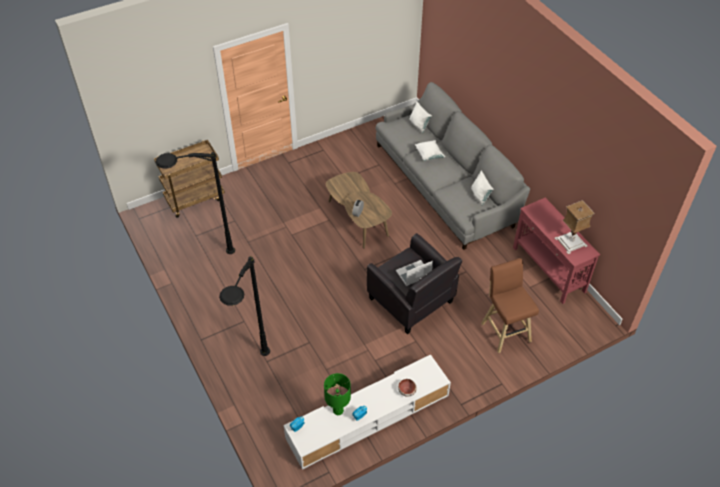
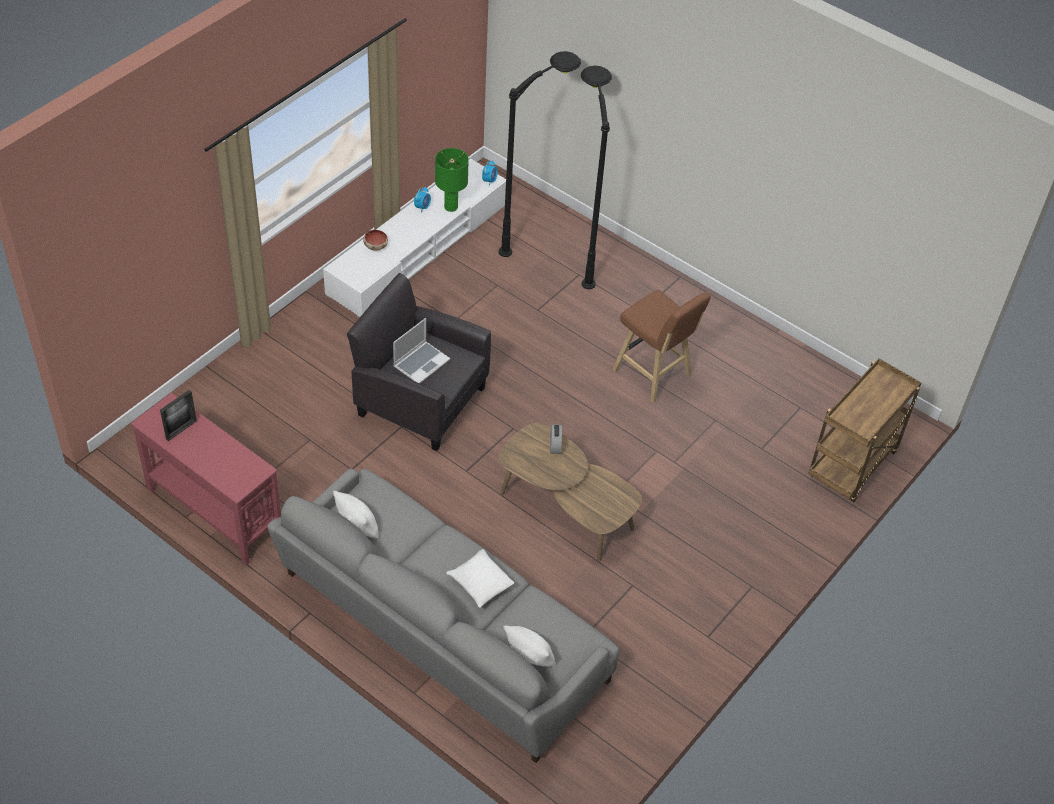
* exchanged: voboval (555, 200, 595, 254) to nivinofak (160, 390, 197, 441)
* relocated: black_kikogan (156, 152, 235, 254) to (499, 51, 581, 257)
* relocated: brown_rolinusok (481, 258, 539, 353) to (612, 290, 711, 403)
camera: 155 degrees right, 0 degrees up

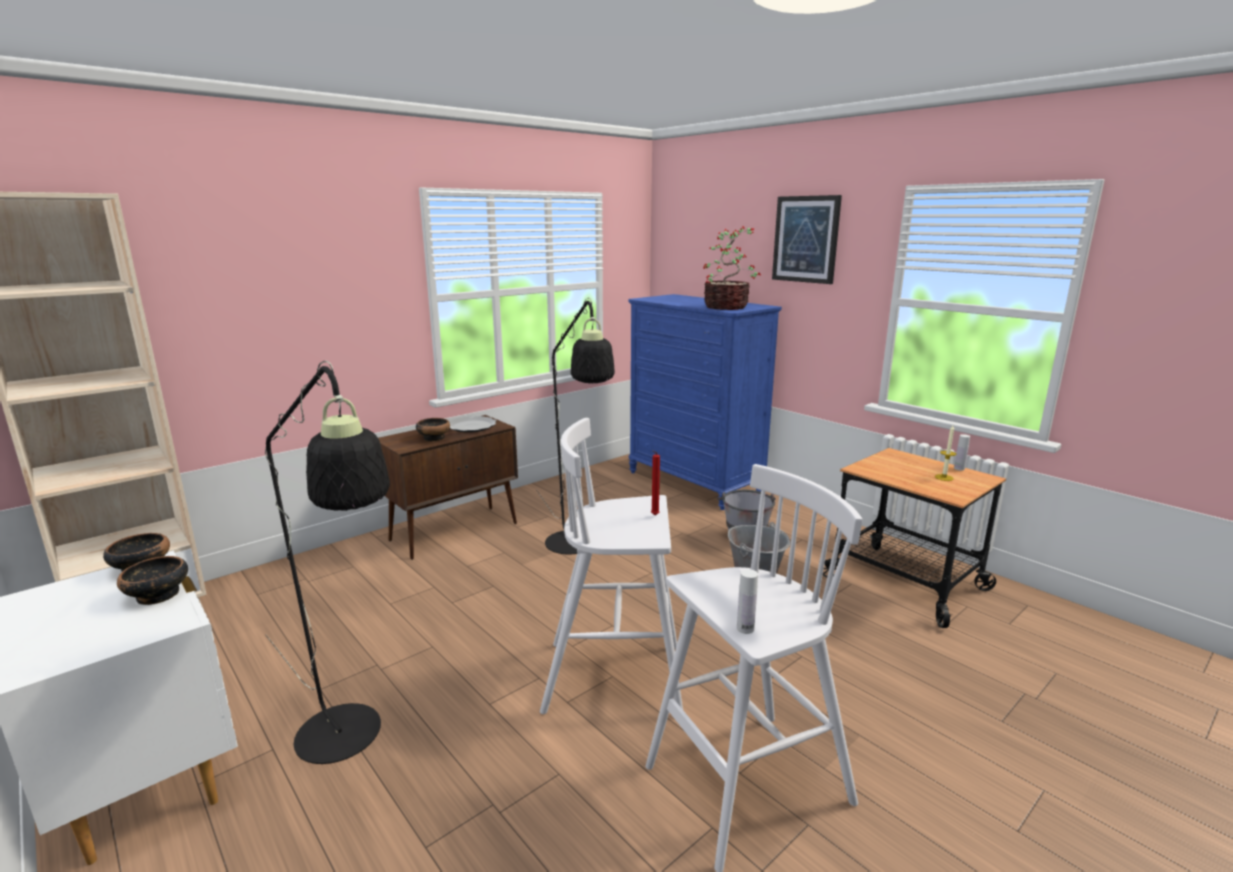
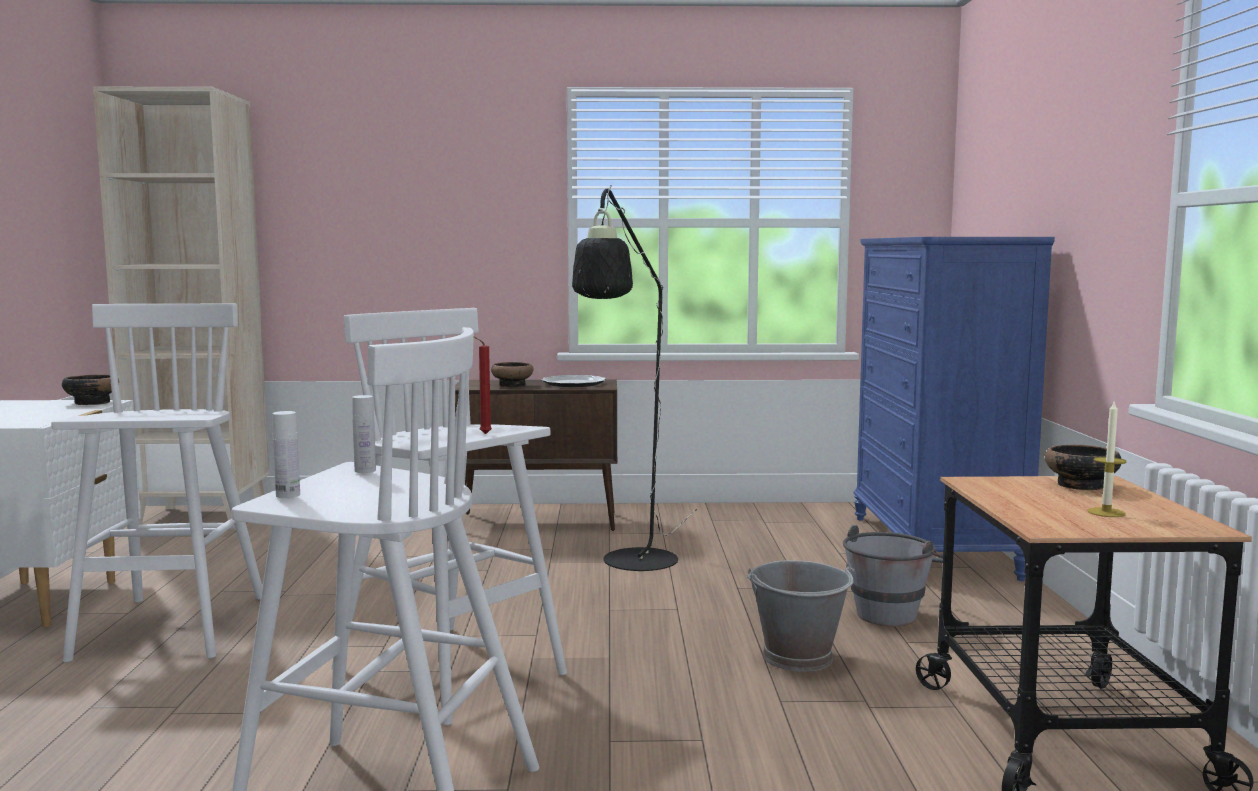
* exchanged: black_kikogan (265, 361, 390, 764) to white_rolinusok (51, 303, 262, 663)
* relocated: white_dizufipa (954, 434, 970, 471) to (352, 395, 376, 473)
* relocated: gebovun (117, 556, 188, 605) to (1045, 445, 1121, 490)
* missing: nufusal (703, 226, 761, 310)
* missing: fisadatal (772, 195, 842, 284)
camera: 40 degrees right, 10 degrees down

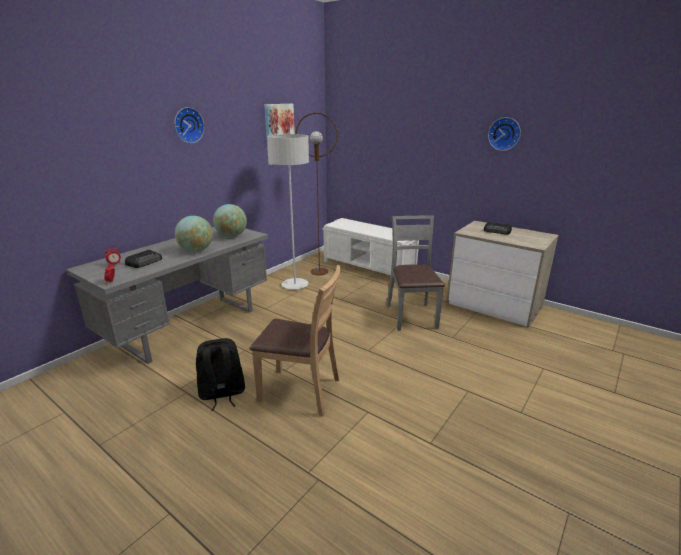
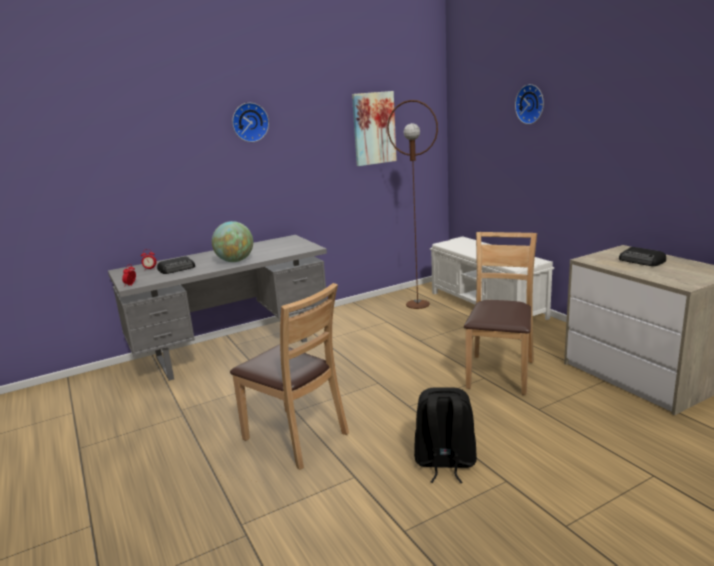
* relocated: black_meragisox (196, 338, 245, 411) to (414, 387, 477, 483)
* colour: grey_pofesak (386, 215, 445, 331) to brown_pofesak (464, 232, 537, 395)
* relocated: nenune (488, 117, 521, 151) to (515, 84, 544, 124)
* missing: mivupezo (213, 204, 247, 237)
* missing: grey_kikogan (267, 134, 309, 289)
camera: 25 degrees right, 5 degrees down

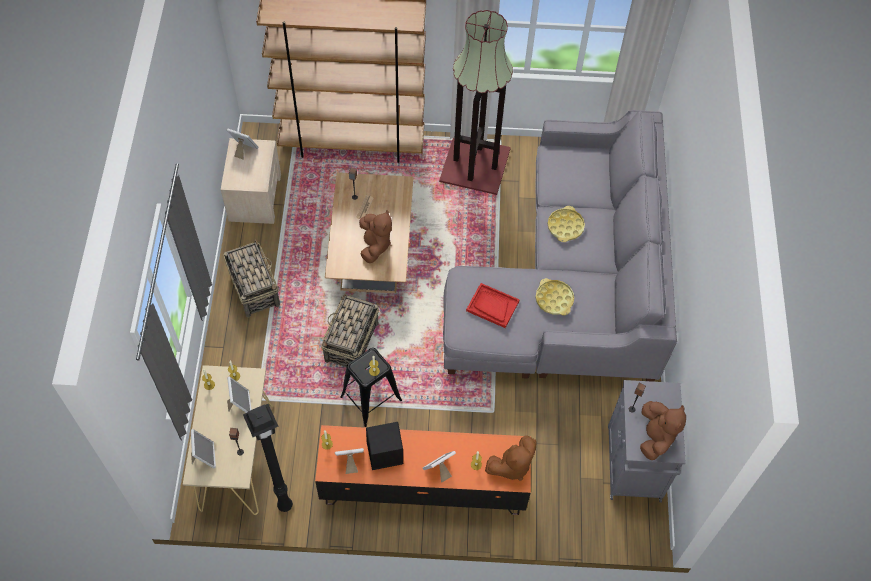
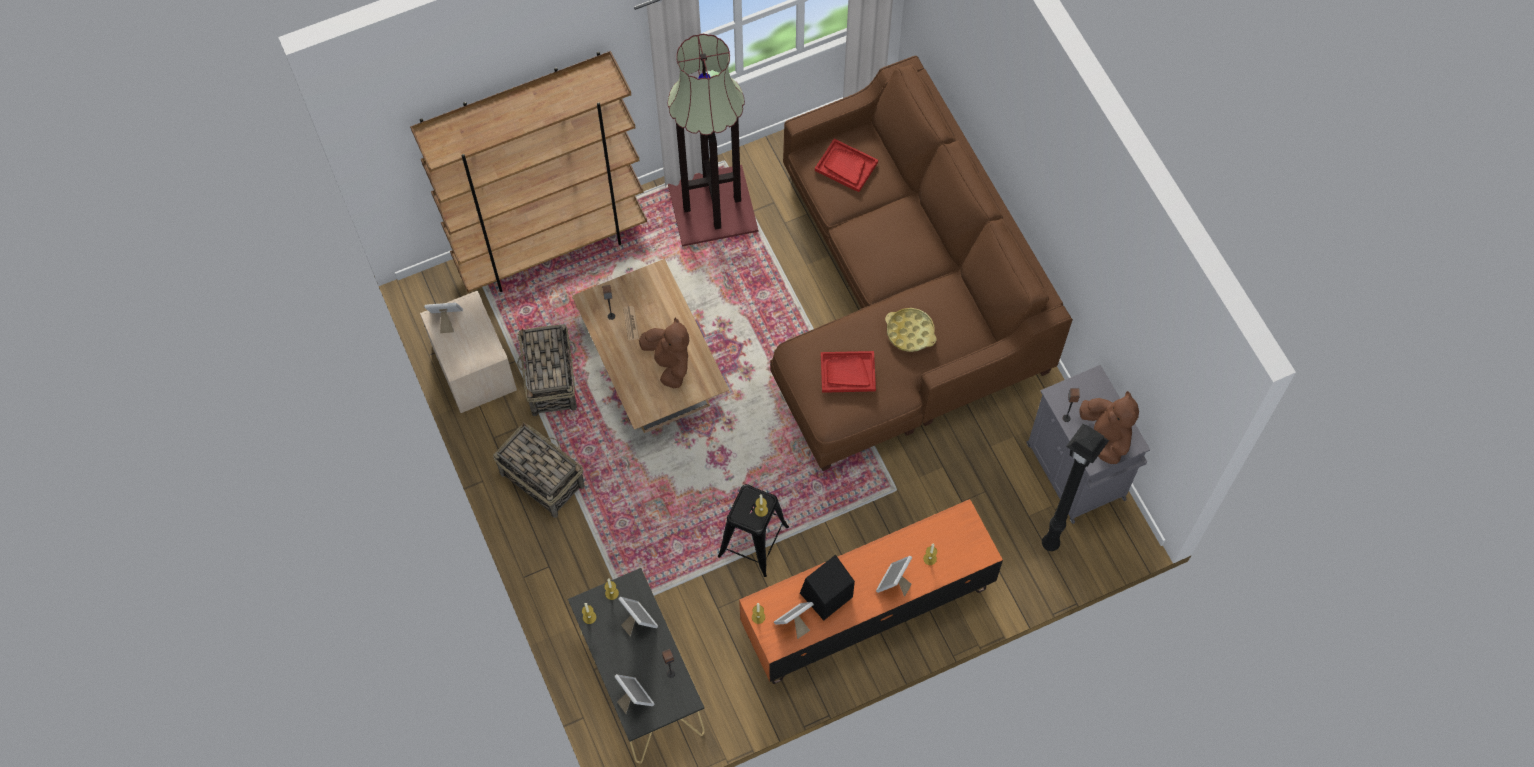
* relocated: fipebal (321, 294, 379, 367) to (517, 324, 577, 416)
* colour: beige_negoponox (183, 365, 273, 515) to black_negoponox (568, 568, 705, 763)
* colour: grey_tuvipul (443, 110, 677, 382) to brown_tuvipul (770, 56, 1073, 471)
* appeared: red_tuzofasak (815, 139, 878, 192)
* relocated: black_kikogan (243, 404, 293, 512) to (1042, 424, 1109, 551)
* missing: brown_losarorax (485, 436, 537, 481)
* missing: yellow_tuzofasak (548, 206, 585, 242)
camera: 25 degrees left, 5 degrees up

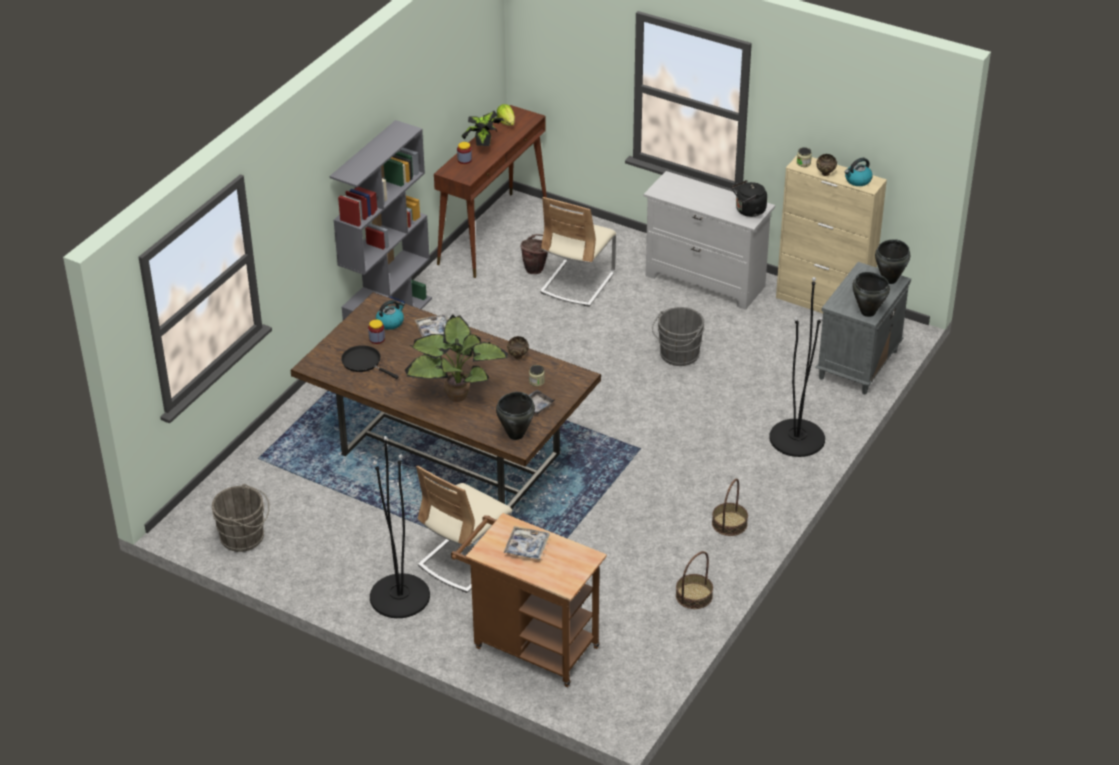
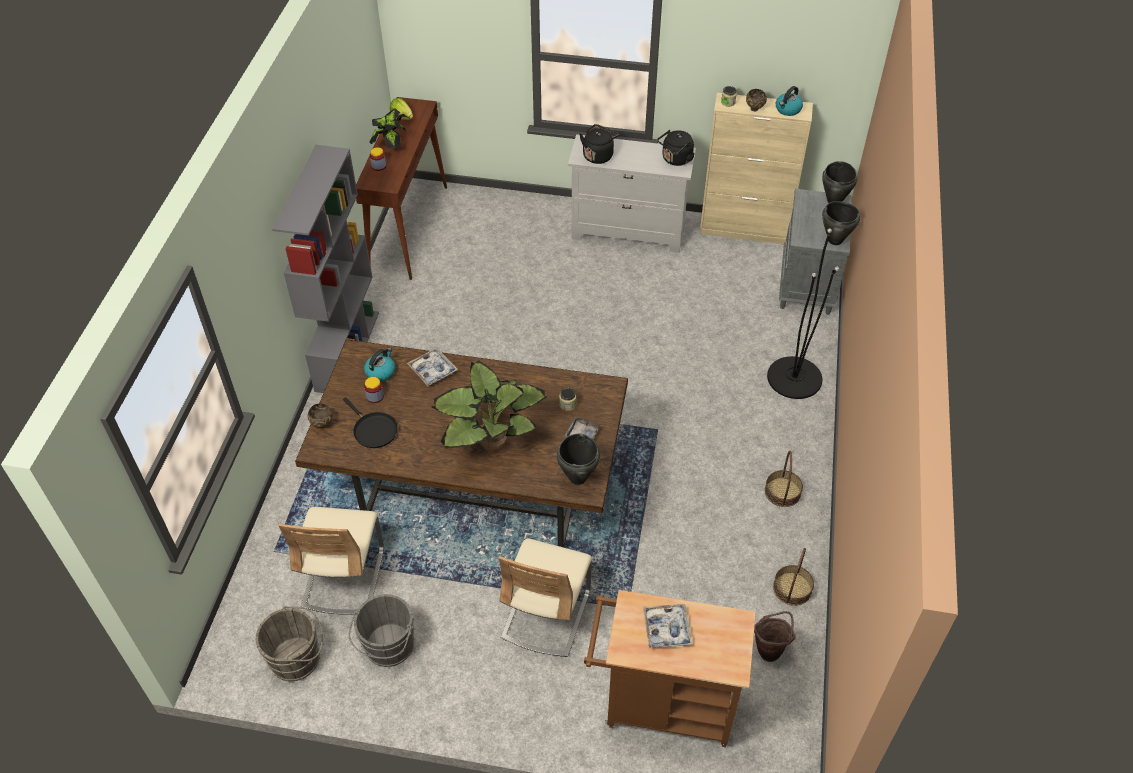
* relocated: beige_pofesak (540, 197, 616, 307) to (278, 507, 384, 615)
* relocated: brown_gebovun (507, 336, 529, 359) to (308, 403, 333, 428)
* spun: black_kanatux (341, 345, 399, 379) = (343, 397, 398, 448) 150 degrees counterclockwise
* relocated: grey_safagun (652, 307, 705, 366) to (349, 594, 414, 667)
* appeared: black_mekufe (579, 124, 619, 164)
* relocated: brown_safagun (521, 234, 548, 274) to (754, 611, 795, 662)
* missing: black_kikogan (370, 436, 430, 618)
camera: 20 degrees left, 10 degrees up

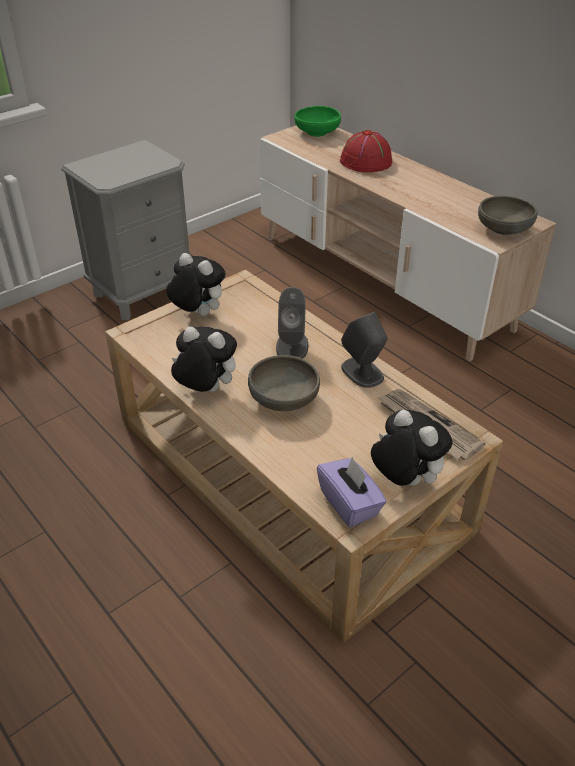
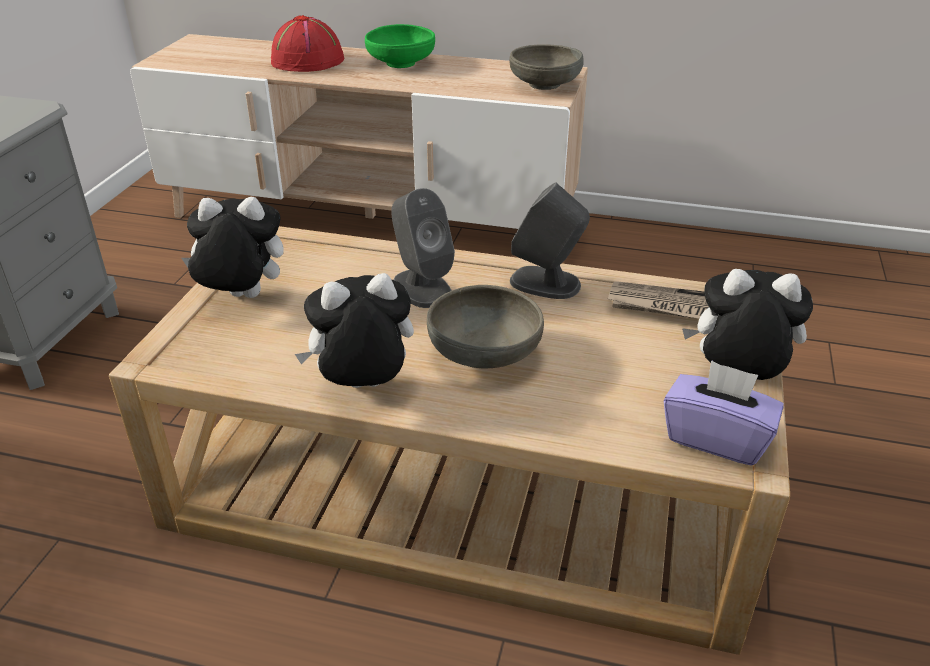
* relocated: green_gebovun (294, 106, 341, 137) to (365, 24, 435, 68)
camera: 35 degrees left, 5 degrees down

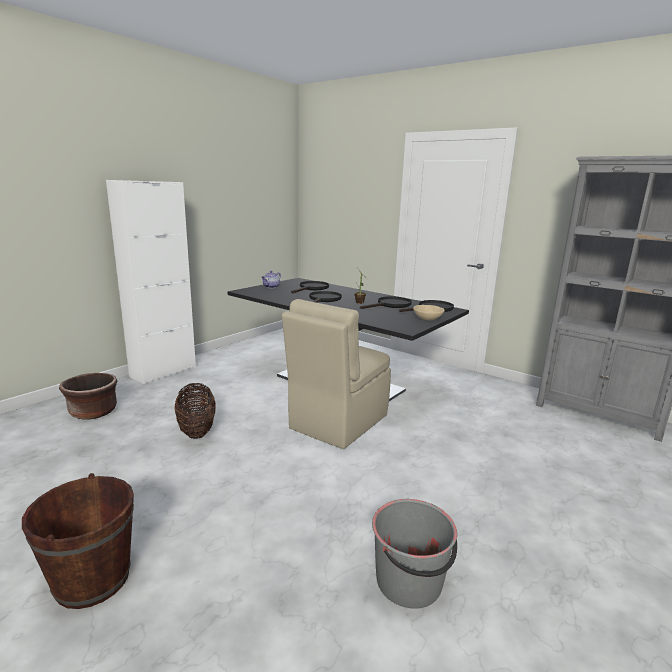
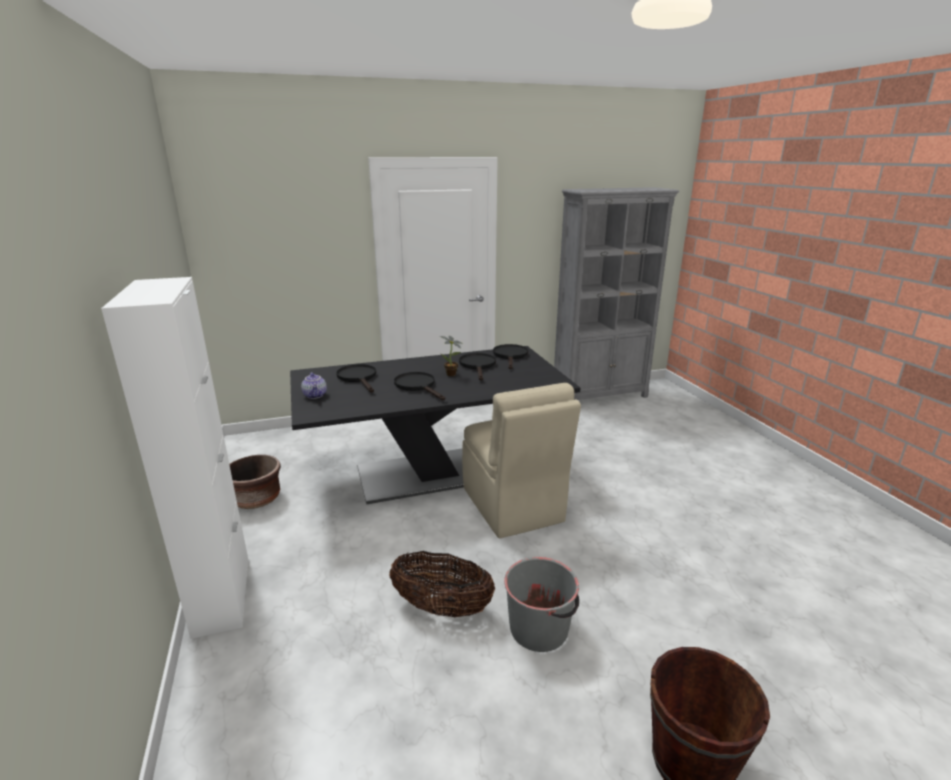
* relocated: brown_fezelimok (59, 373, 117, 419) to (229, 455, 281, 509)
* relocated: grey_safagun (372, 499, 457, 609) to (504, 557, 579, 652)
* missing: beige_gebovun (413, 305, 445, 321)
camera: 55 degrees left, 5 degrees up

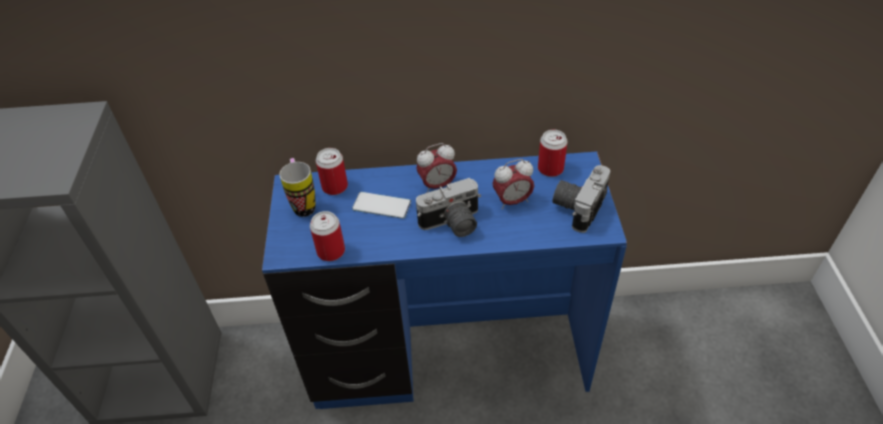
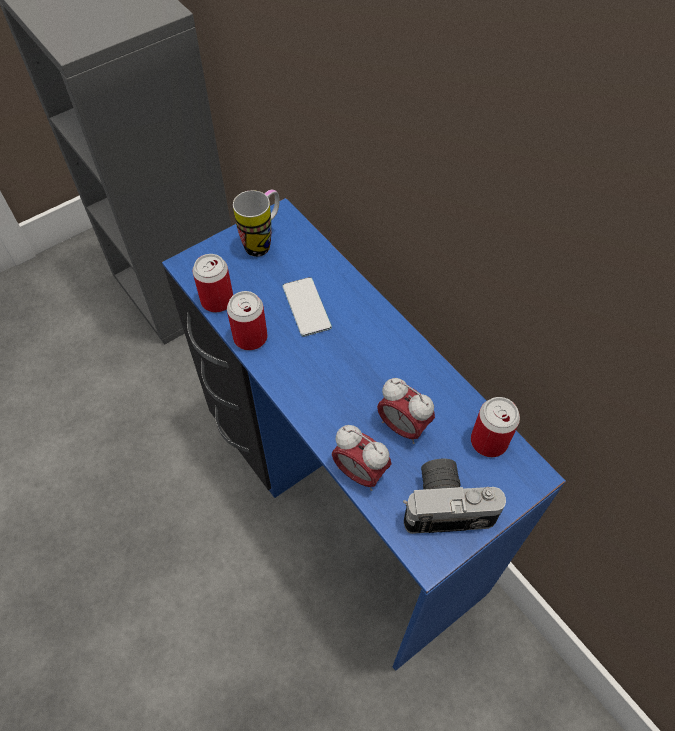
* relocated: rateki (316, 148, 348, 195) to (227, 291, 268, 350)
* relocated: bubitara (417, 143, 457, 193) to (331, 425, 391, 491)
* missing: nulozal (416, 178, 481, 237)
camera: 55 degrees right, 10 degrees up

